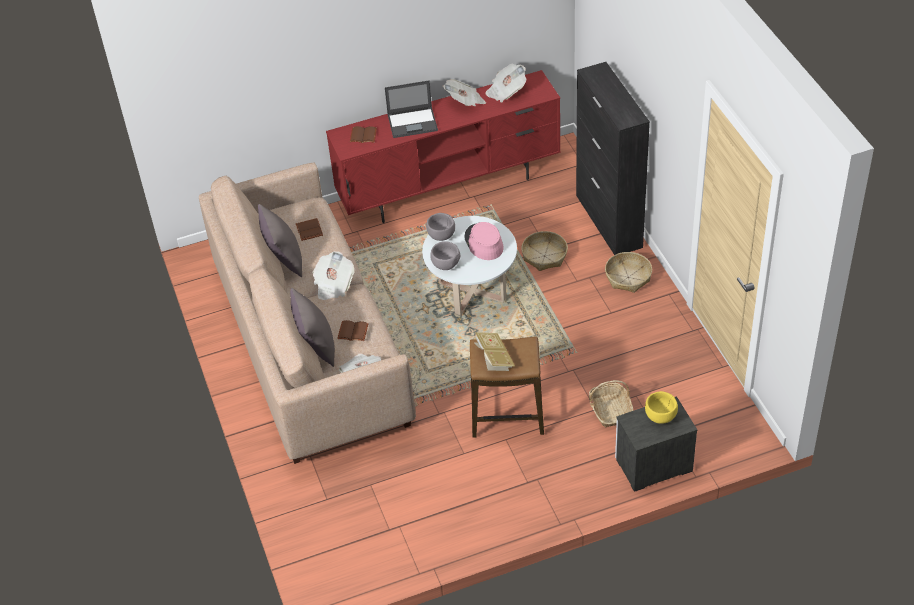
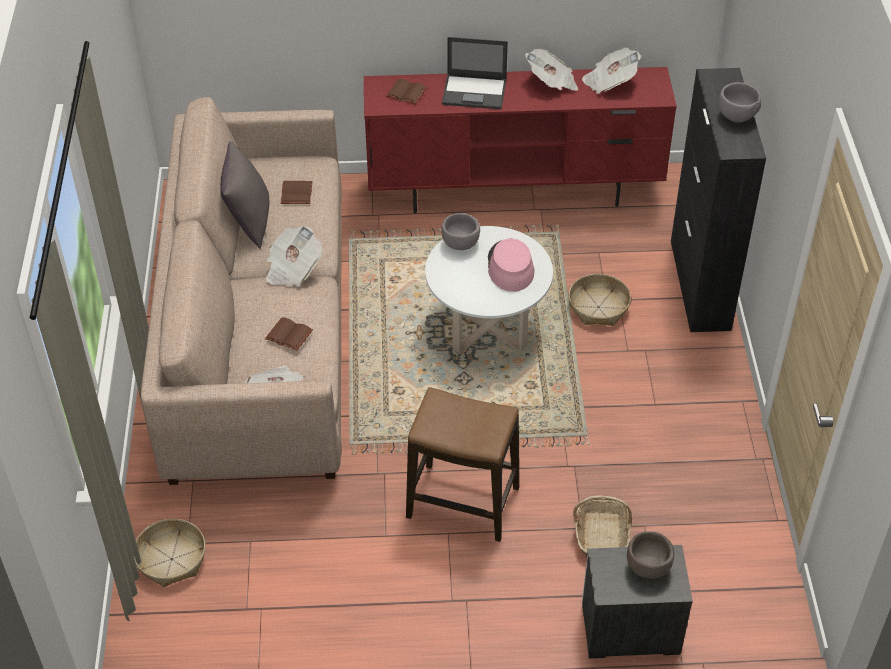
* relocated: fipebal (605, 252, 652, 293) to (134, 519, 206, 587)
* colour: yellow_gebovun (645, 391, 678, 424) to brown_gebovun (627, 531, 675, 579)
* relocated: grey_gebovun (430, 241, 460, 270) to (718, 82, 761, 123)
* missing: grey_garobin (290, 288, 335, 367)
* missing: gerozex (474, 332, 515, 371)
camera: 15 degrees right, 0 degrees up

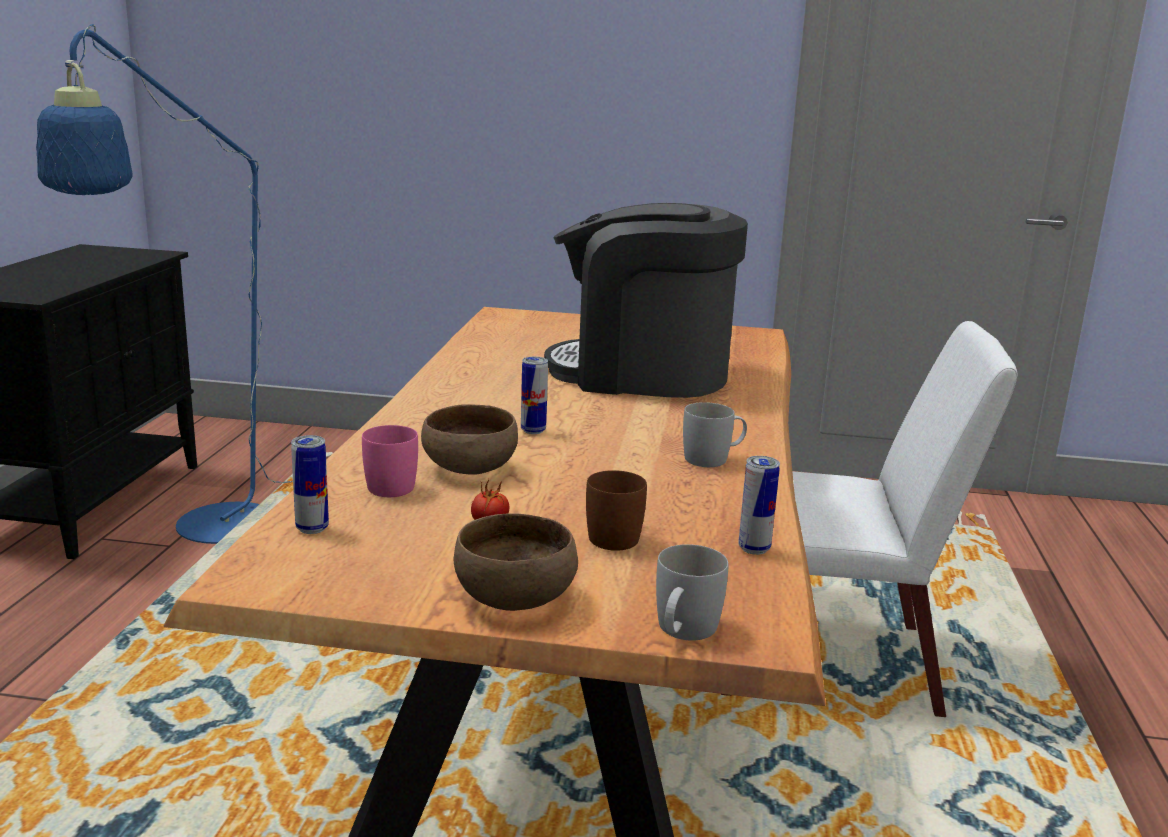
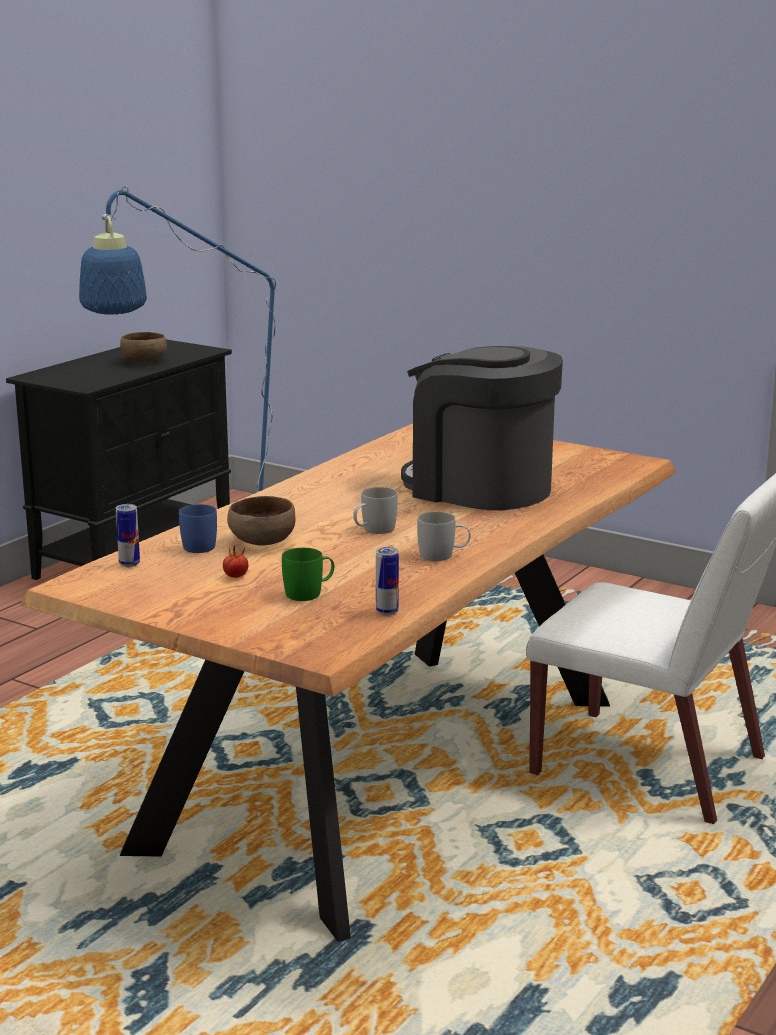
* relocated: brown_gebovun (453, 514, 578, 611) to (120, 332, 167, 363)
* colour: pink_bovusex (362, 425, 418, 497) to blue_bovusex (179, 504, 217, 553)
* colour: brown_bovusex (586, 470, 647, 551) to green_bovusex (282, 548, 334, 601)
* relocated: white_bovusex (656, 544, 728, 641) to (353, 487, 398, 534)
* missing: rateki (521, 357, 548, 434)
camera: 25 degrees right, 0 degrees up

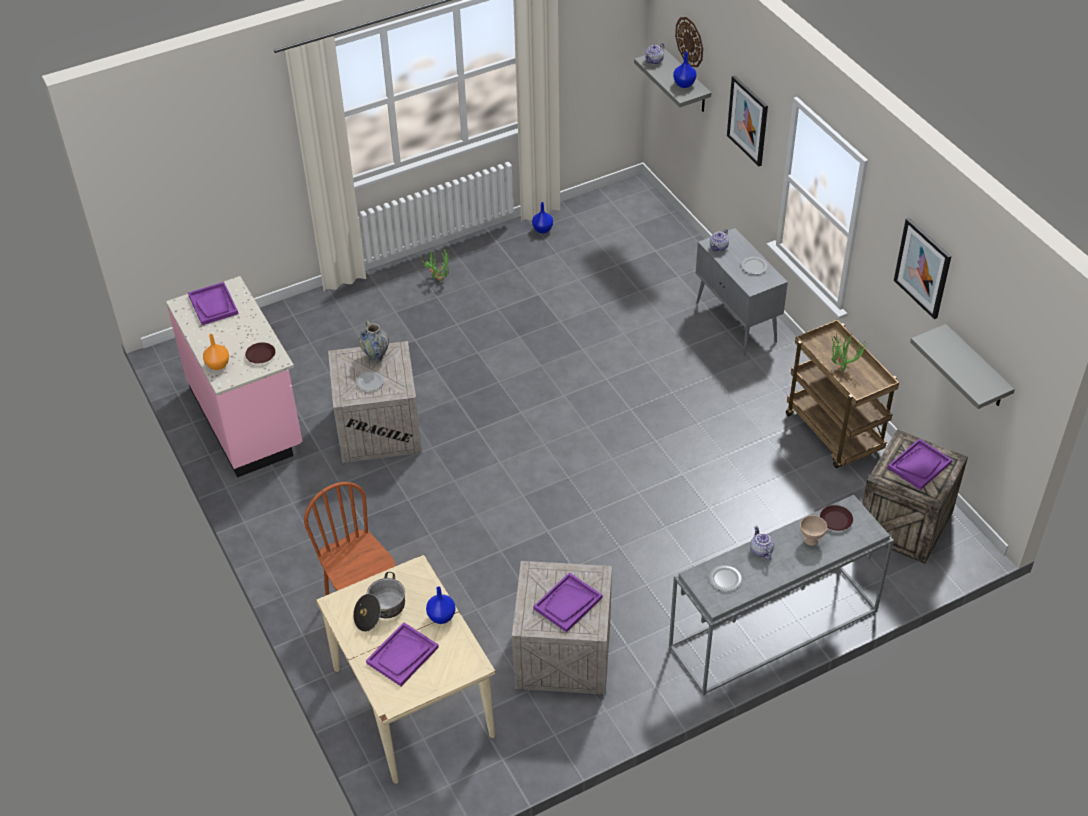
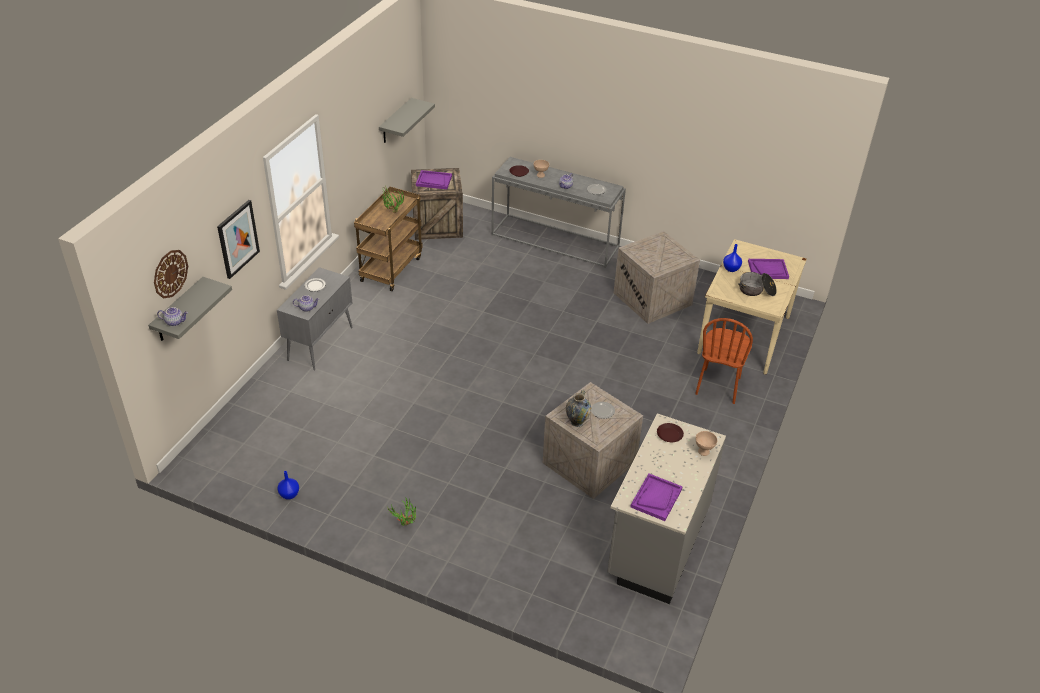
* colour: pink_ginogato (166, 276, 303, 478) to grey_ginogato (607, 413, 726, 604)
* exchanged: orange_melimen (203, 334, 229, 370) to beige_gebovun (695, 431, 717, 456)
* missing: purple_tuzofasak (533, 572, 602, 632)
* missing: blue_melimen (673, 52, 696, 88)
* missing: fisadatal (894, 218, 951, 319)
camera: 130 degrees left, 5 degrees down

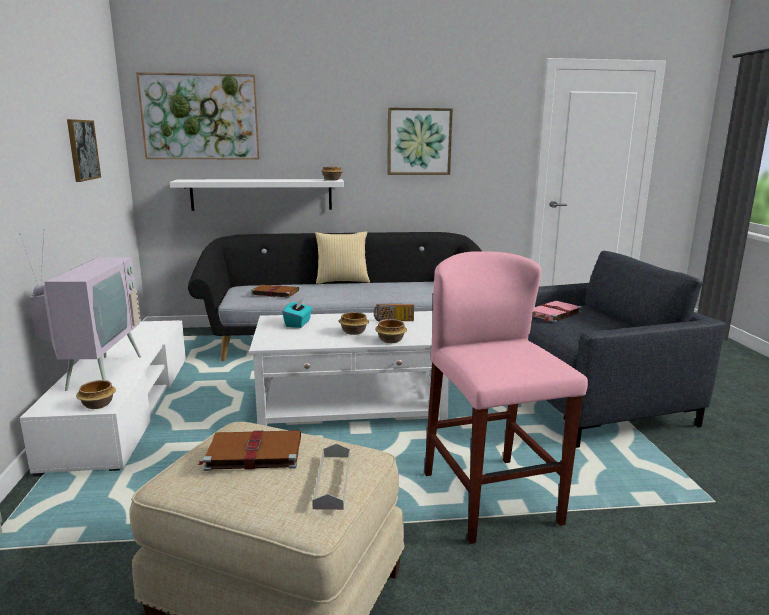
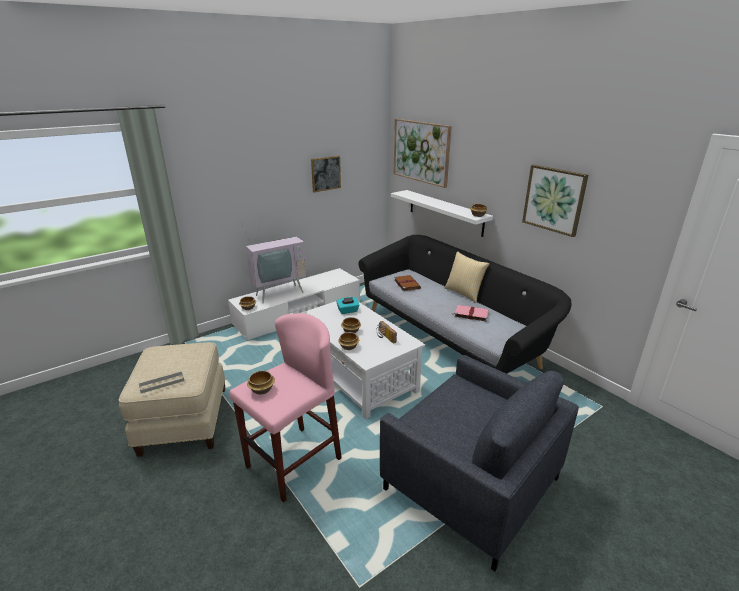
* appeared: gebovun (247, 371, 275, 395)
* relocated: pink_gerozex (533, 301, 582, 322) to (452, 305, 489, 322)
* missing: brown_gerozex (197, 430, 301, 471)
camera: 60 degrees right, 10 degrees up

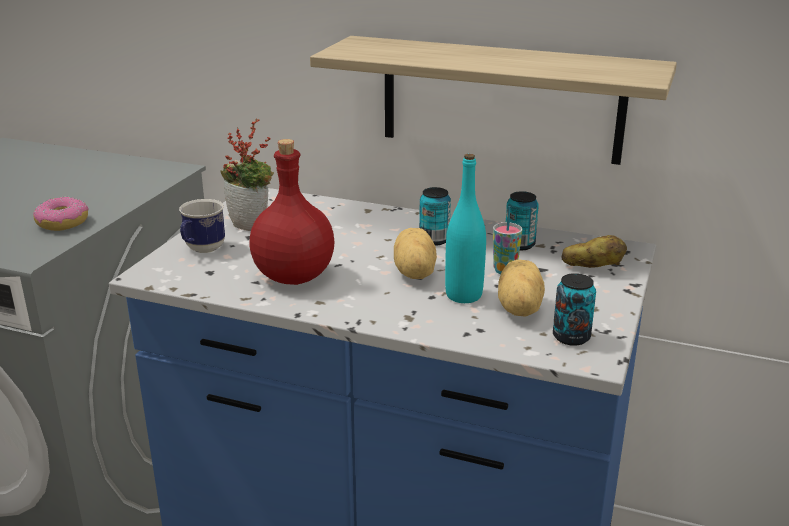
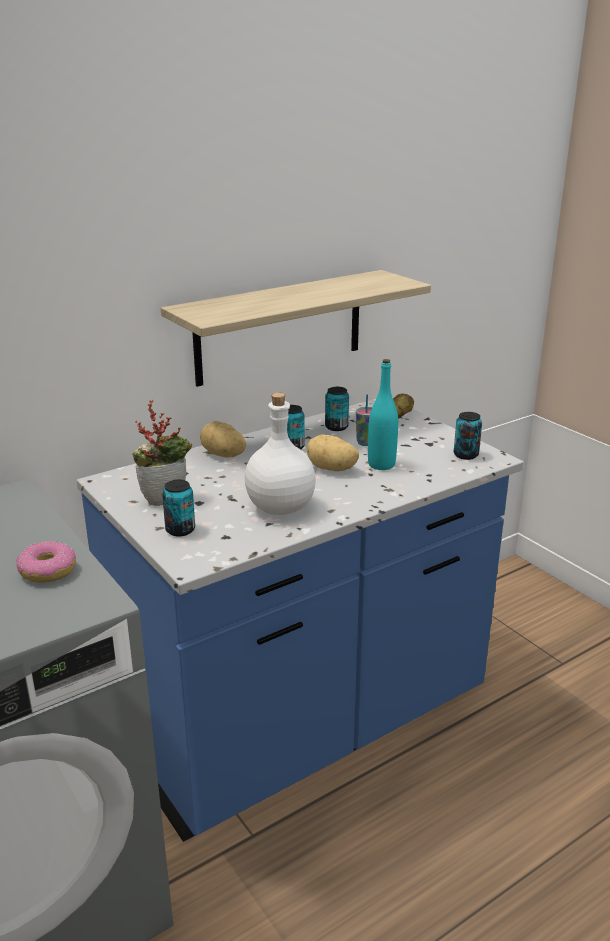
* exchanged: bovusex (179, 199, 225, 253) to rateki (162, 480, 195, 536)
* relocated: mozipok (498, 259, 545, 317) to (200, 421, 246, 457)
* colour: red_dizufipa (250, 139, 335, 285) to white_dizufipa (245, 393, 316, 515)
camera: 55 degrees left, 0 degrees up

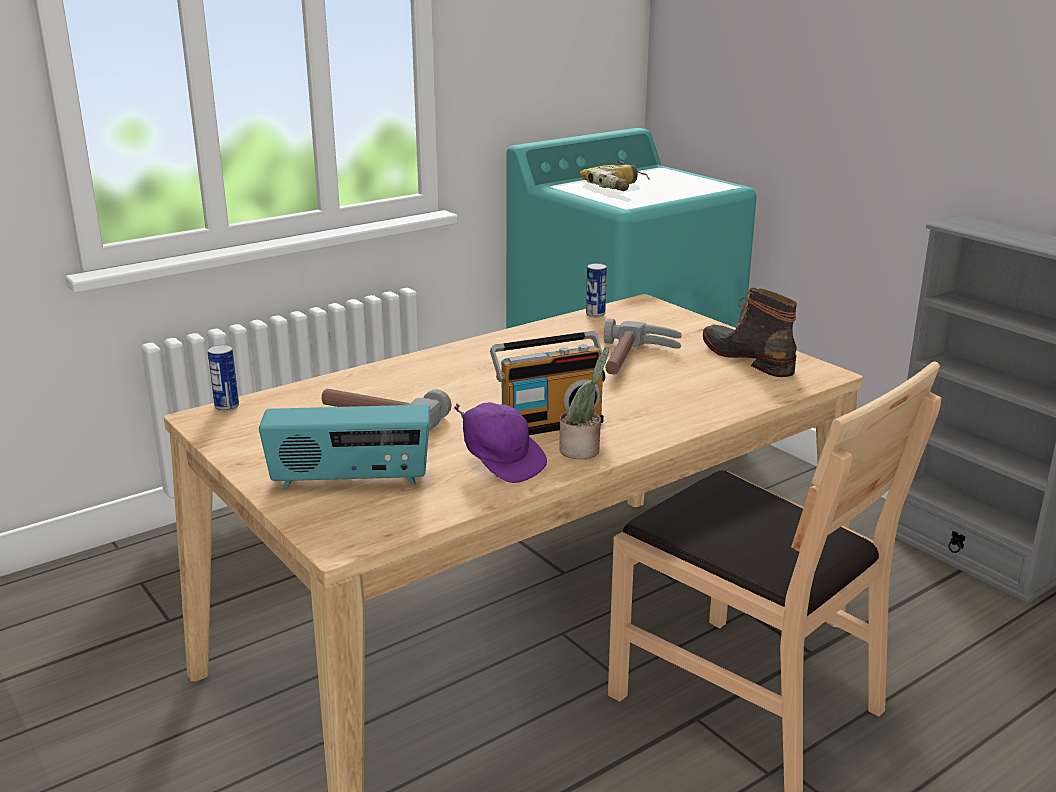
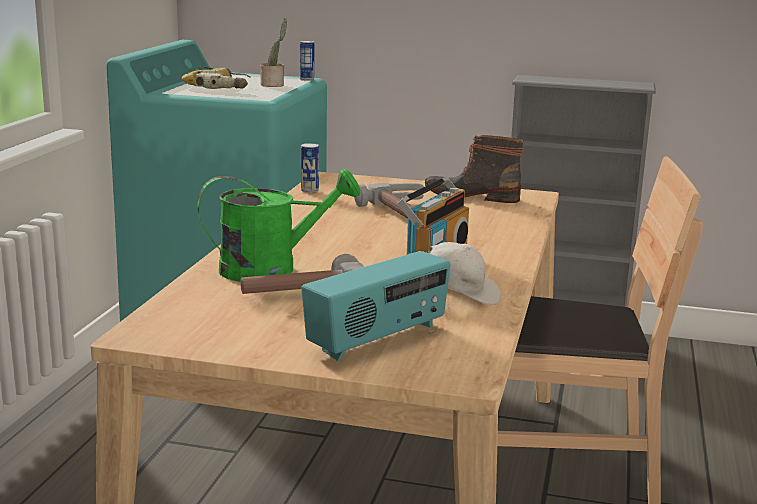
* appeared: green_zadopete (198, 169, 360, 282)
* relocated: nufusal (559, 347, 609, 459) to (260, 18, 287, 87)
* relocated: rateki (207, 345, 239, 411) to (300, 41, 314, 81)
* colour: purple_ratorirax (454, 402, 547, 483) to white_ratorirax (408, 242, 501, 305)
camera: 40 degrees left, 5 degrees down

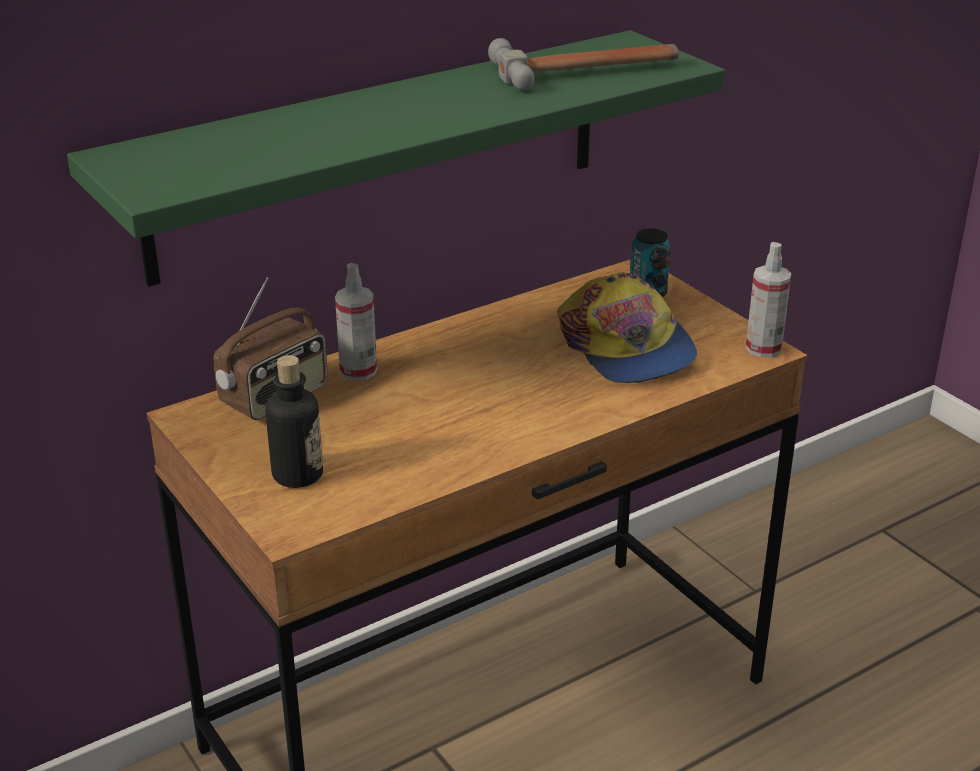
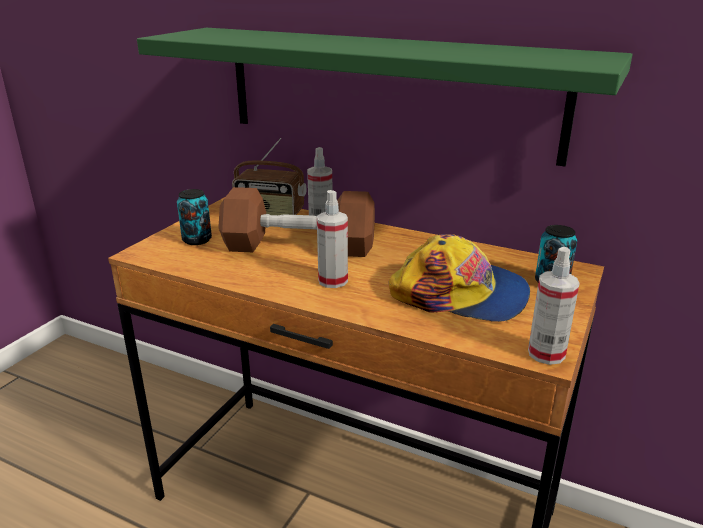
* exchanged: dizufipa (266, 355, 323, 488) to rateki (177, 189, 212, 245)
* appeared: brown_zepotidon (218, 187, 375, 257)
* appeared: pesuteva (317, 190, 348, 288)
* spun: ratorirax (557, 272, 697, 383) = (389, 234, 530, 322) 105 degrees counterclockwise
* missing: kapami (488, 38, 679, 90)
camera: 60 degrees right, 5 degrees down

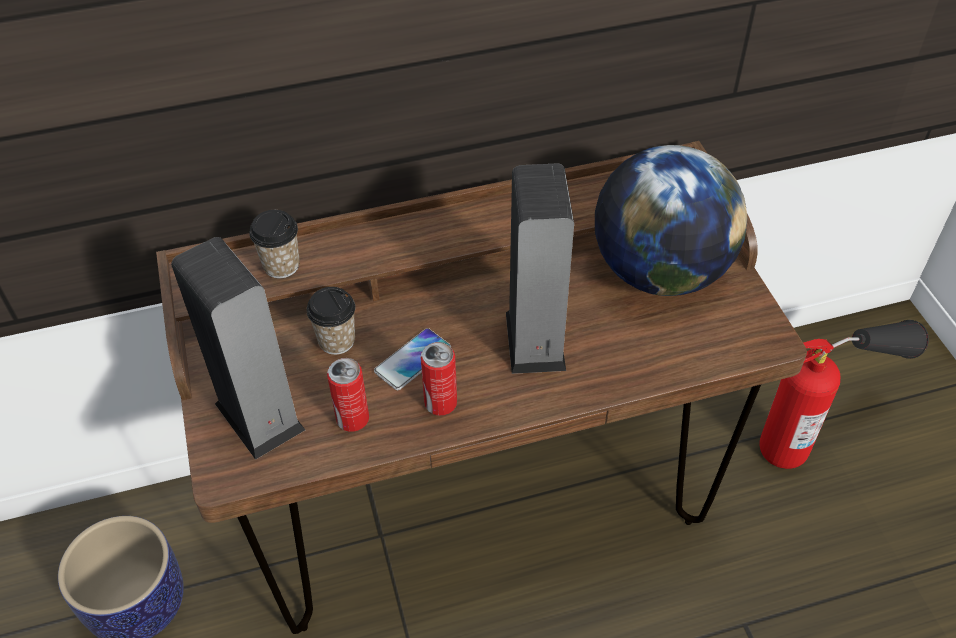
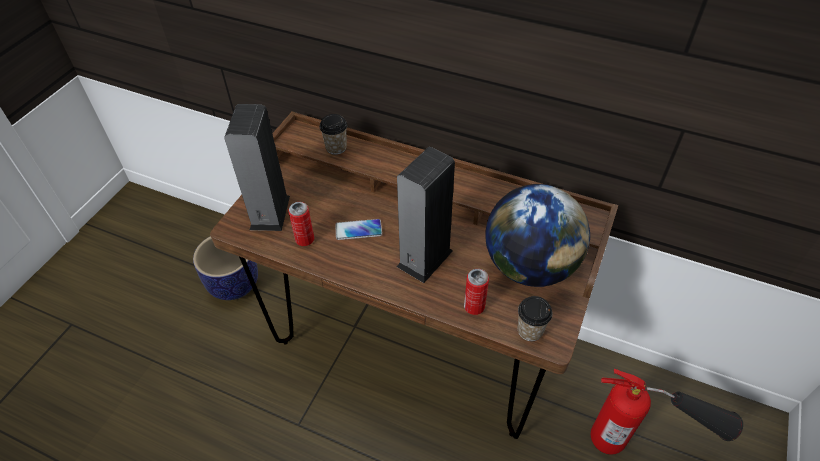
* relocated: rateki (420, 342, 457, 415) to (464, 269, 489, 315)
* relocated: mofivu (306, 287, 355, 355) to (518, 296, 553, 341)
camera: 40 degrees right, 0 degrees up

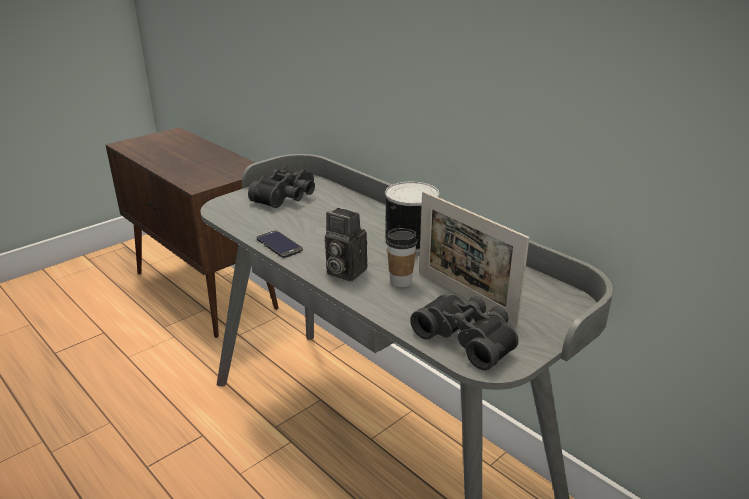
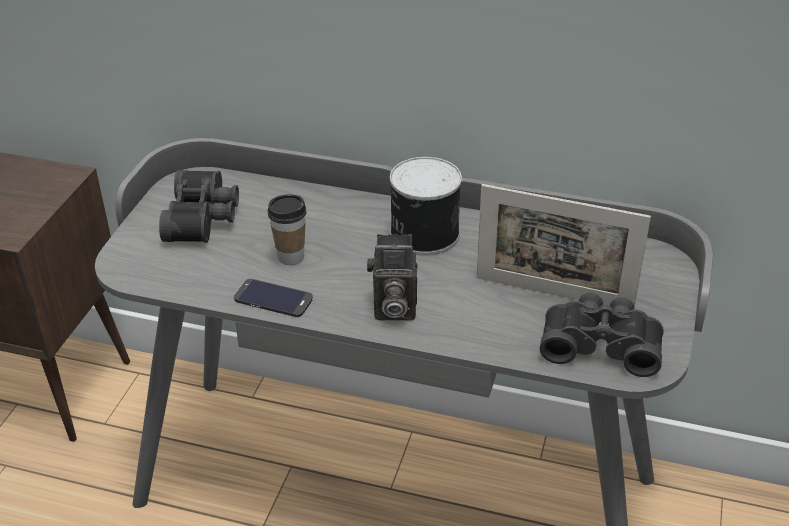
* relocated: mofivu (386, 228, 418, 287) to (267, 195, 306, 265)
camera: 30 degrees left, 10 degrees up

